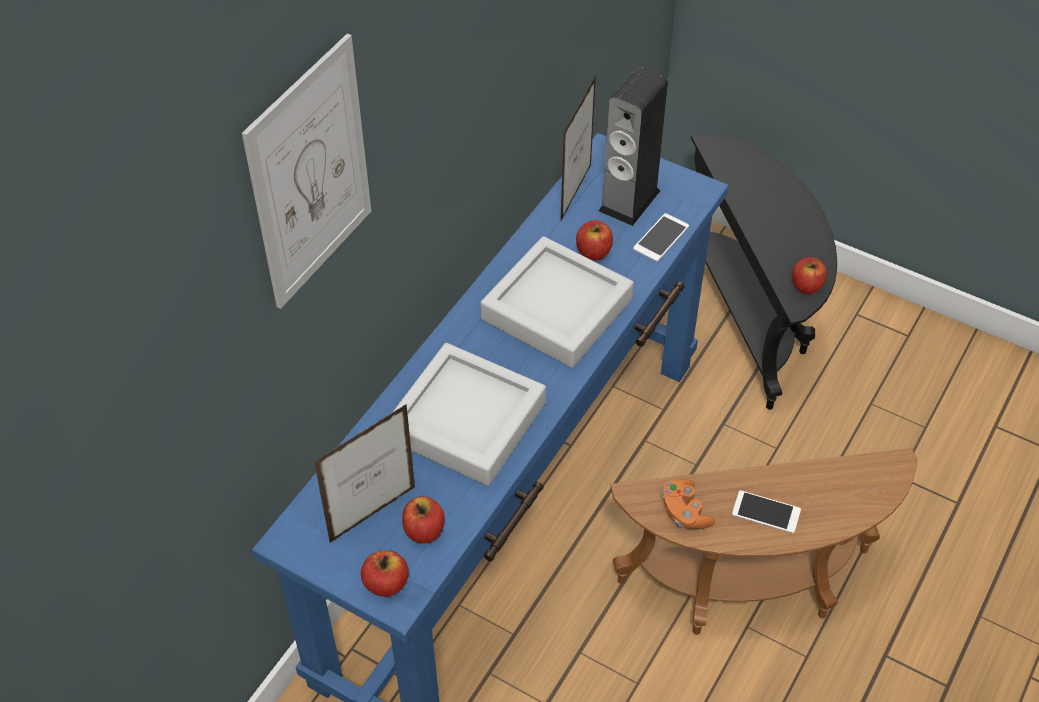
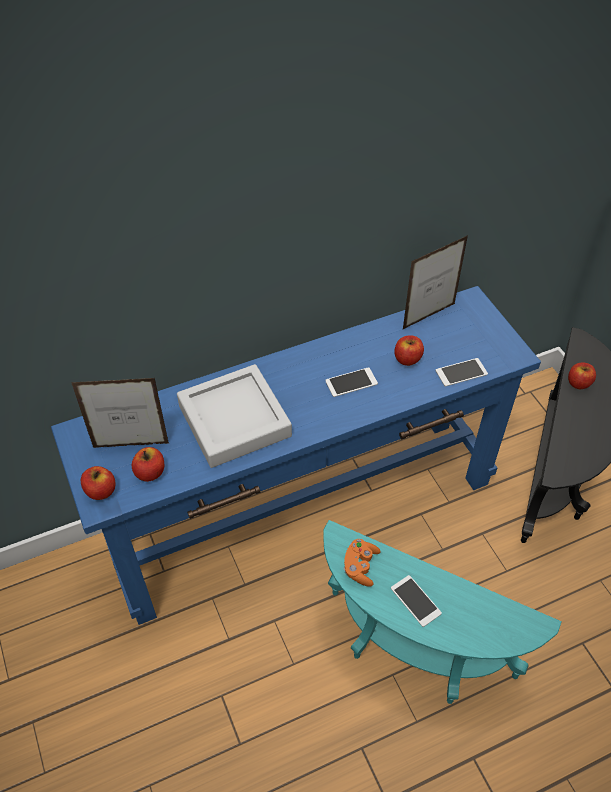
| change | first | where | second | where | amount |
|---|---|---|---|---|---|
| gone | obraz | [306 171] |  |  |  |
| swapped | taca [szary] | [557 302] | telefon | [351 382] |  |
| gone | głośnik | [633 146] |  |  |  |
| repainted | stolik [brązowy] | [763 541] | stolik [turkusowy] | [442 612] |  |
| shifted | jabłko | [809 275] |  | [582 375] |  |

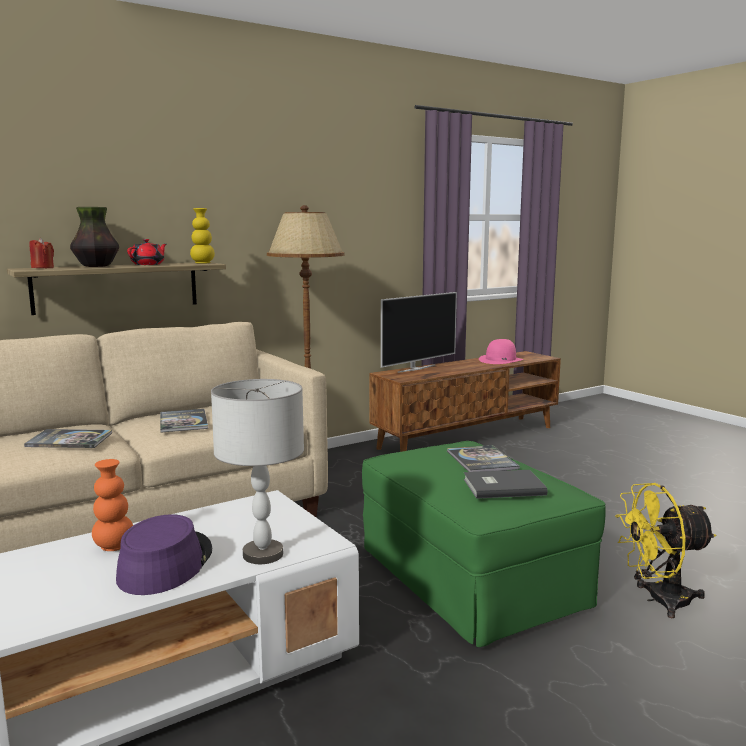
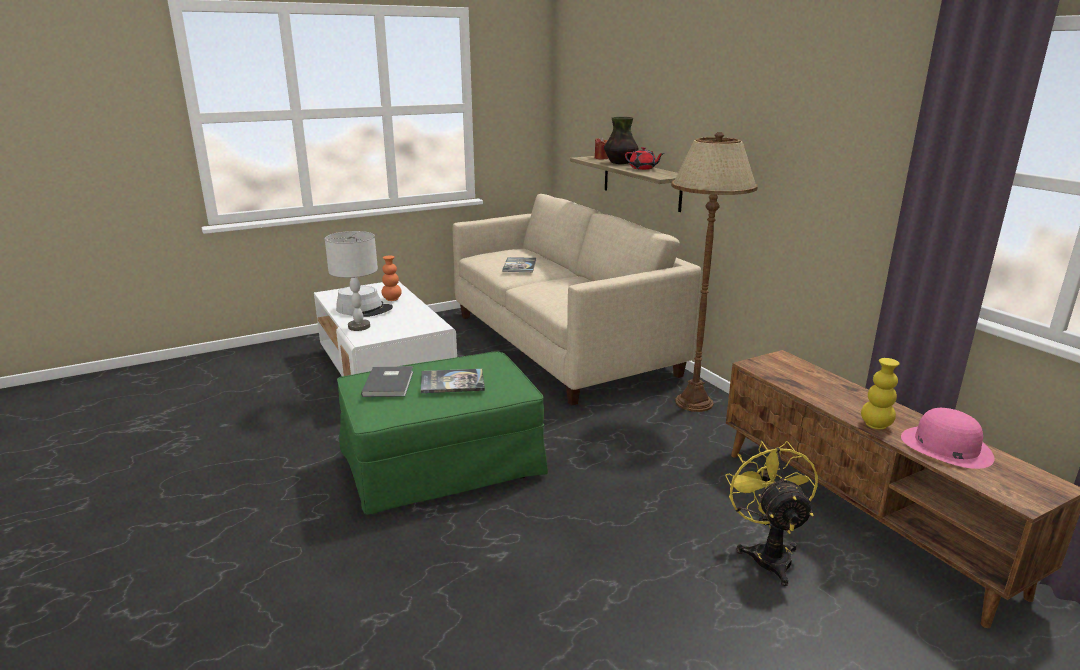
| change | first | where | second | where | amount |
|---|---|---|---|---|---|
| repainted | kapelusz [fioletowy] | [164 554] | kapelusz [szary] | [364 301] |  |
| gone | książka | [184 421] |  |  |  |
| shifted | wazon [żółty] | [202 236] |  | [880 394] |  |
| gone | telewizor | [419 332] |  |  |  |
| shifted | wentylator [żółty] | [666 550] |  | [771 513] |  |

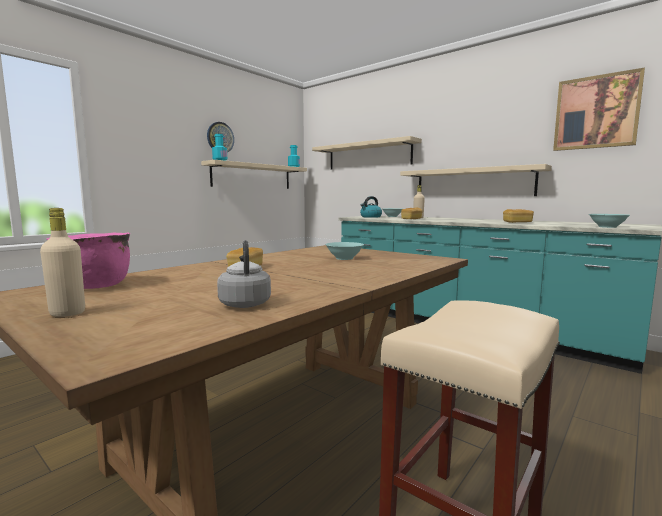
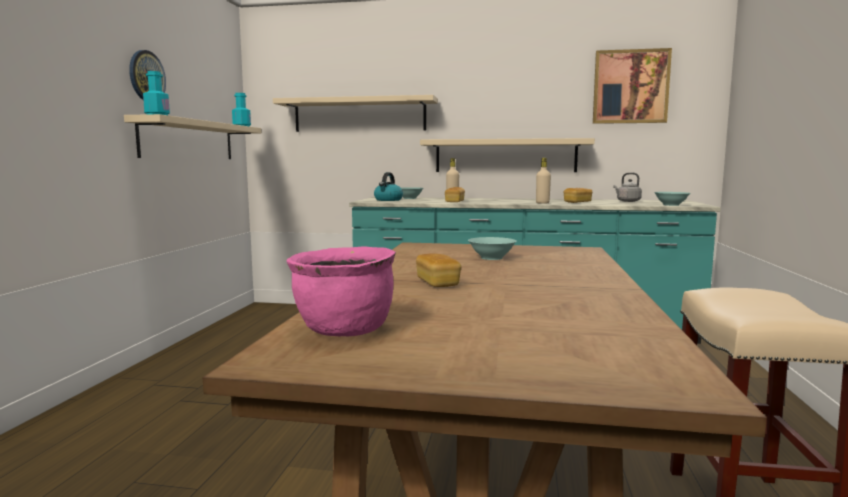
| change | first | where | second | where | amount |
|---|---|---|---|---|---|
| shifted | butelka [beżowy] | [62 262] |  | [543 181] |  |
| shifted | czajnik [szary] | [244 274] |  | [627 187] |  |

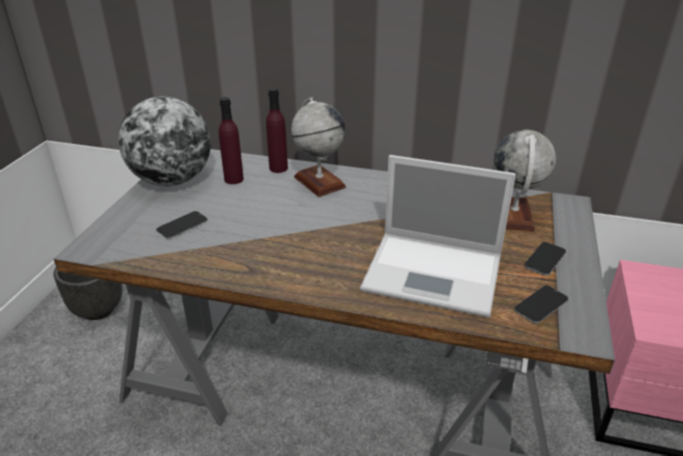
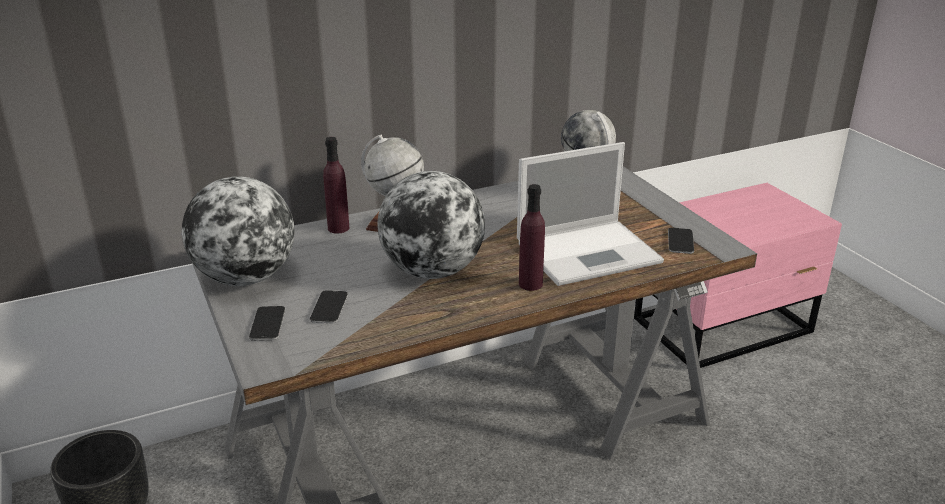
| change | first | where | second | where | amount |
|---|---|---|---|---|---|
| shifted | butelka [fioletowy] | [231 140] |  | [532 237] |  |
| shifted | telefon | [545 259] |  | [267 323] |  |
| new |  |  | globus | [431 225] |  |

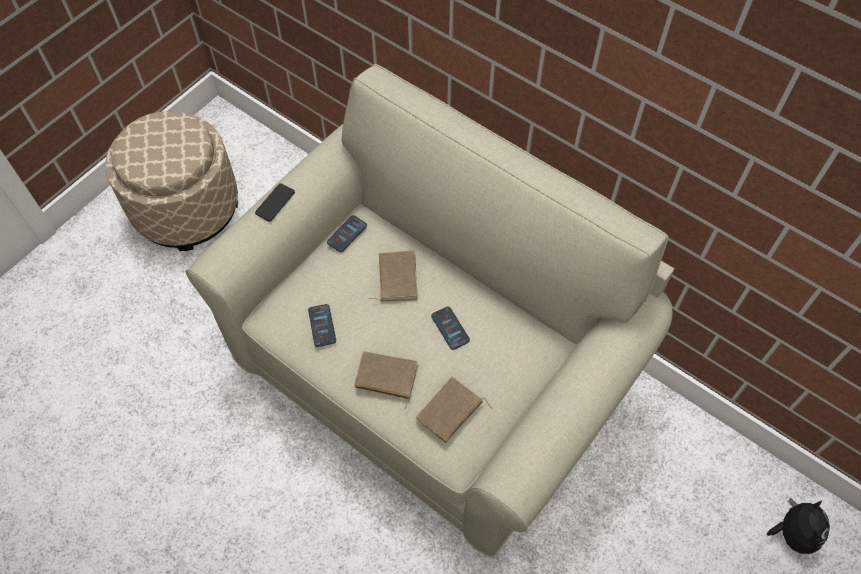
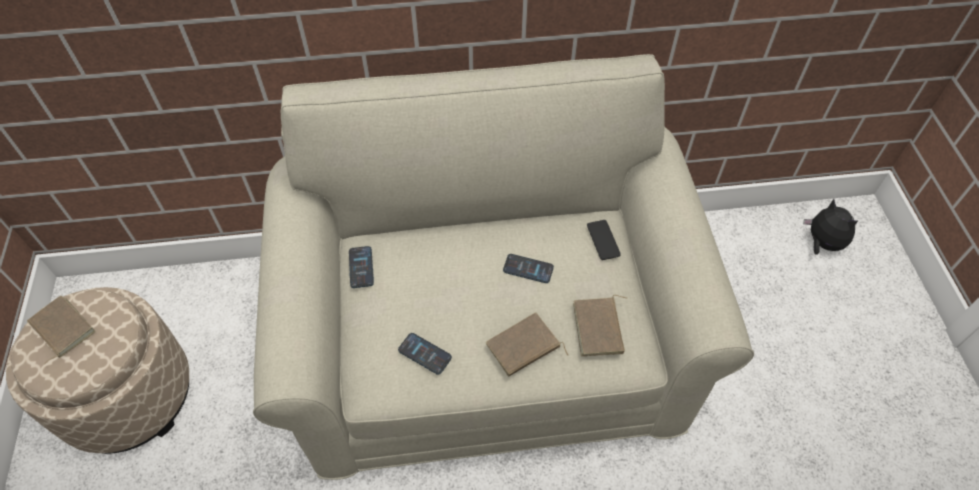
| change | first | where | second | where | amount |
|---|---|---|---|---|---|
| shifted | telefon | [275 202] |  | [604 240] |  |
| shifted | książka [brązowy] | [393 276] |  | [61 330] |  |

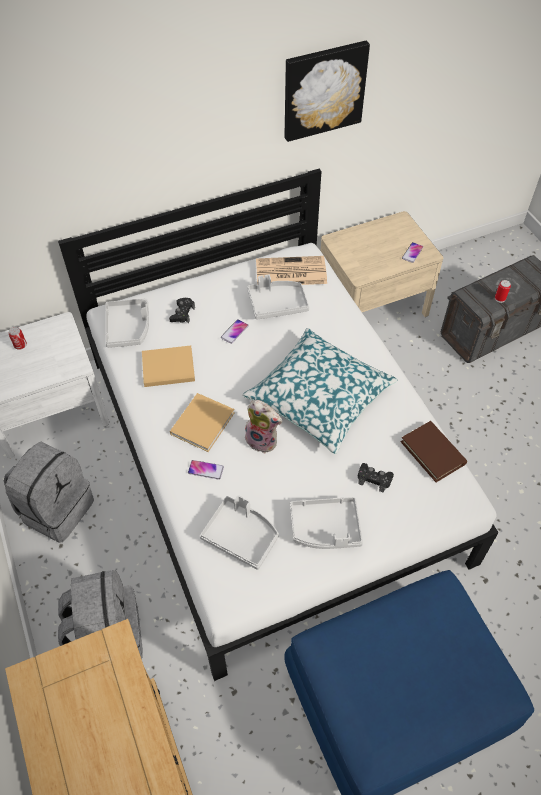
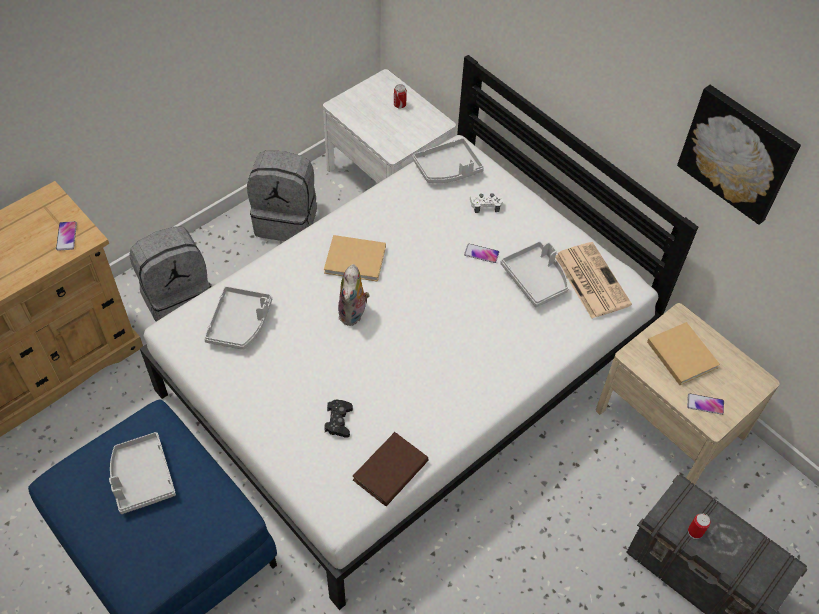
| change | first | where | second | where | amount |
|---|---|---|---|---|---|
| shifted | książka [beżowy] | [168 366] |  | [683 353] |  |
| repainted | pad do gier [czarny] | [182 310] | pad do gier [biały] | [486 203] |  |
| shifted | telefon | [206 470] |  | [66 236] |  |
| gone | poduszka | [319 391] |  |  |  |
| shifted | taca [szary] | [326 523] |  | [142 473] |  |

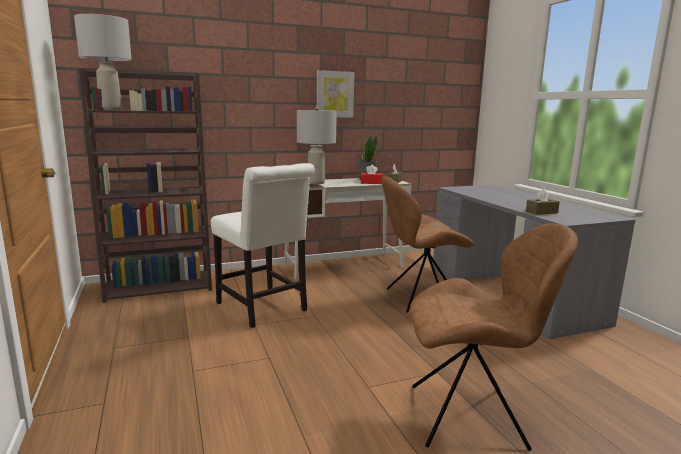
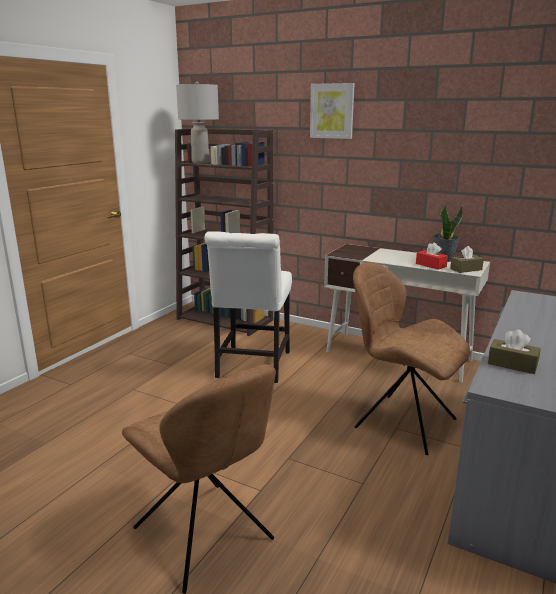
| change | first | where | second | where | amount |
|---|---|---|---|---|---|
| gone | lampa stołowa [szary] | [317 145] |  |  |  |
| shifted | obraz | [336 94] |  | [332 111] |  |

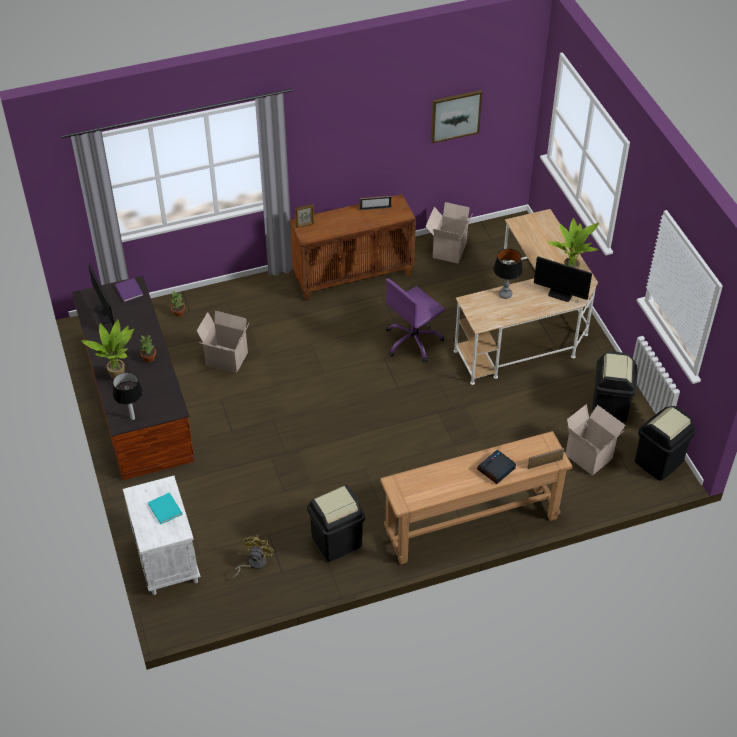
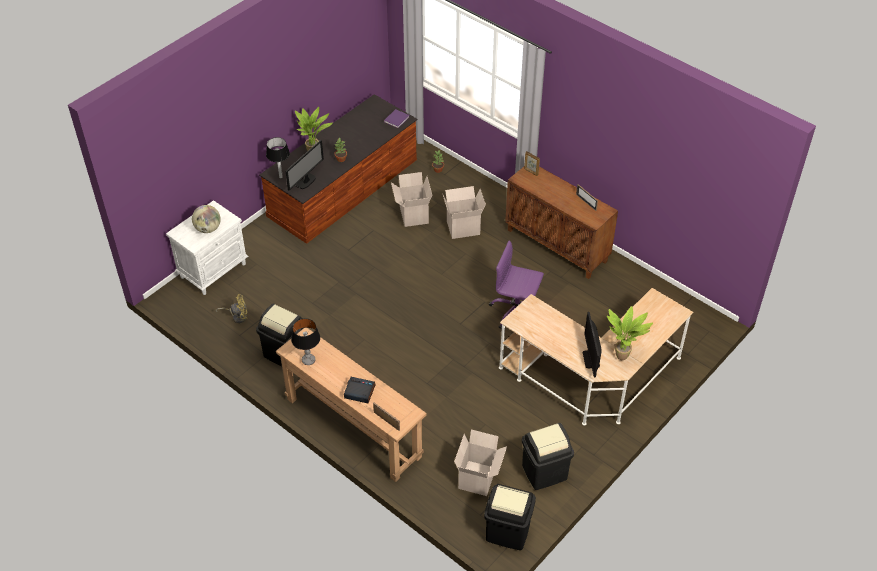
| change | first | where | second | where | amount |
|---|---|---|---|---|---|
| shifted | monitor | [101 294] |  | [305 165] |  |
| swapped | książka [turkusowy] | [165 508] | globus | [206 219] |  |
| shifted | karton | [449 232] |  | [464 212] |  |
| gone | obraz | [456 117] |  |  |  |
| shifted | lampa stołowa | [508 274] |  | [305 341] |  |

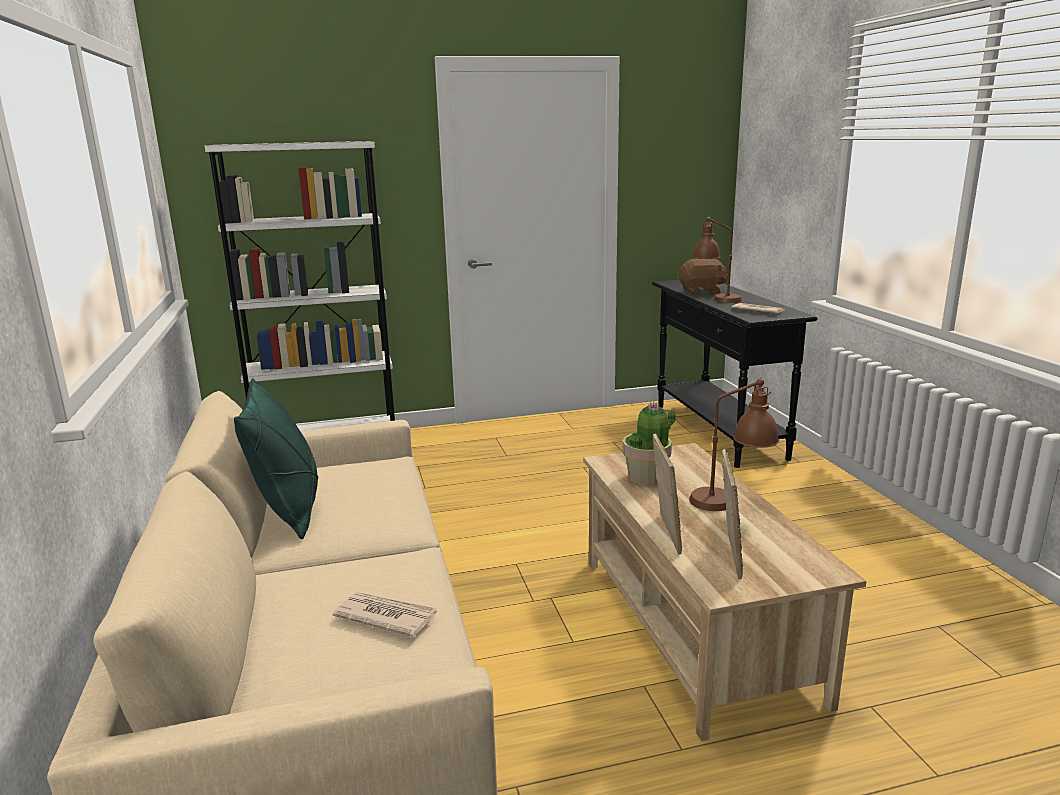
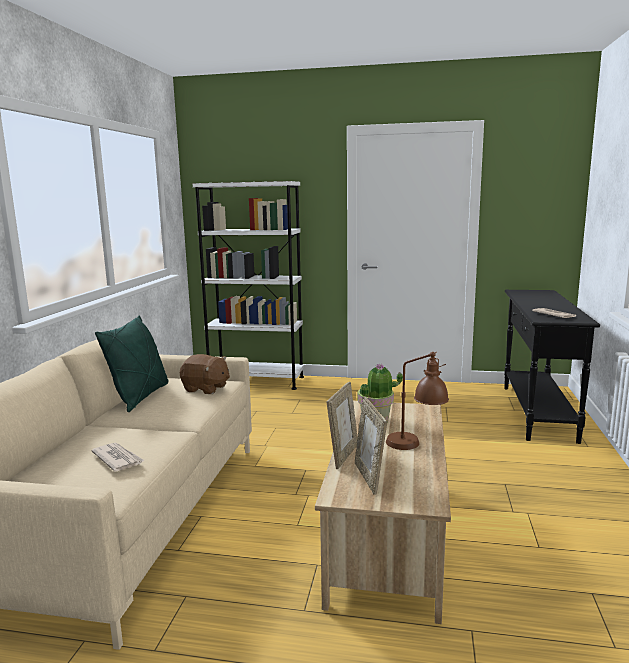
| change | first | where | second | where | amount |
|---|---|---|---|---|---|
| shifted | pluszak [brązowy] | [703 276] |  | [205 374] |  |
| gone | lampa stołowa [brązowy] | [717 260] |  |  |  |
| rotated | ramka na zdjęcie | [732 514] |  | [371 446] | 135 degrees clockwise |

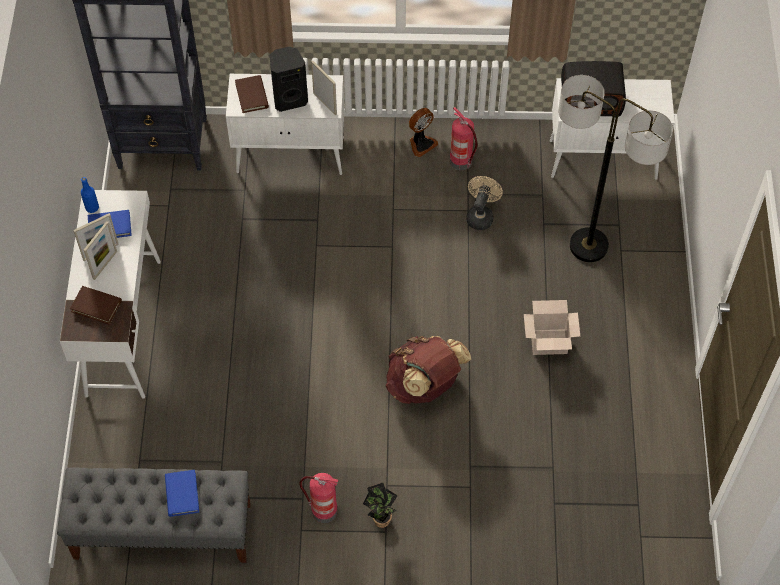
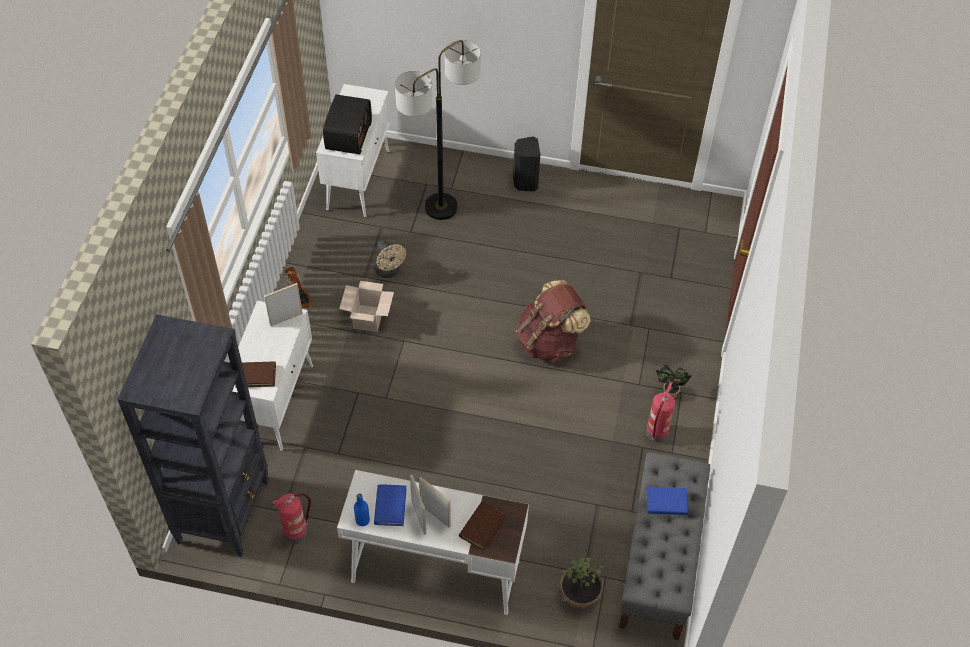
| change | first | where | second | where | amount |
|---|---|---|---|---|---|
| shifted | głośnik [czarny] | [288 79] |  | [526 163] |  |
| shifted | gaśnica | [463 138] |  | [291 518] |  |
| rotated | wentylator [beżowy] | [484 203] |  | [390 259] | 150 degrees counterclockwise |
| shifted | karton | [552 327] |  | [366 306] |  |
| new |  |  | roślina doniczkowa | [582 583] |  |

